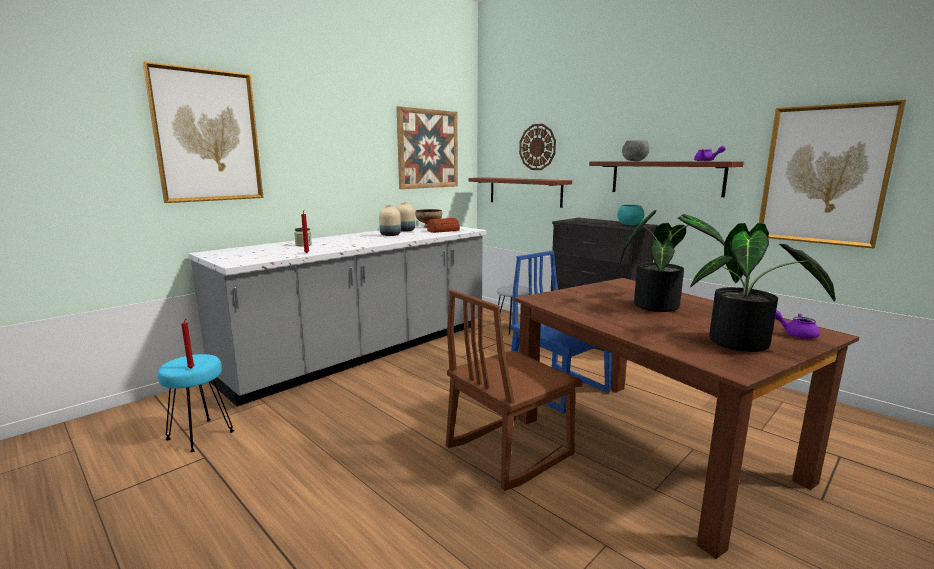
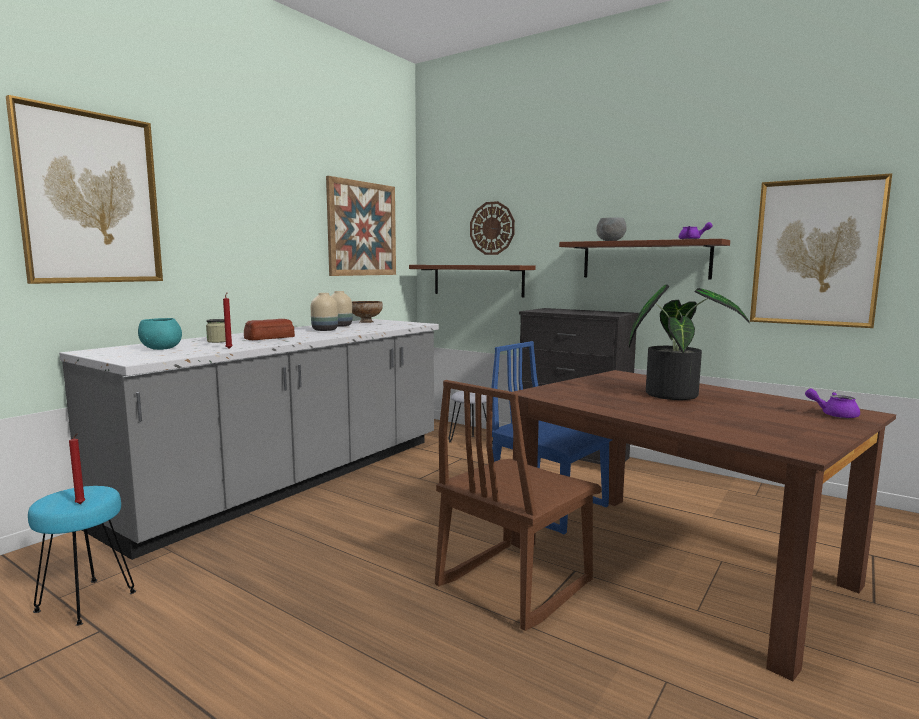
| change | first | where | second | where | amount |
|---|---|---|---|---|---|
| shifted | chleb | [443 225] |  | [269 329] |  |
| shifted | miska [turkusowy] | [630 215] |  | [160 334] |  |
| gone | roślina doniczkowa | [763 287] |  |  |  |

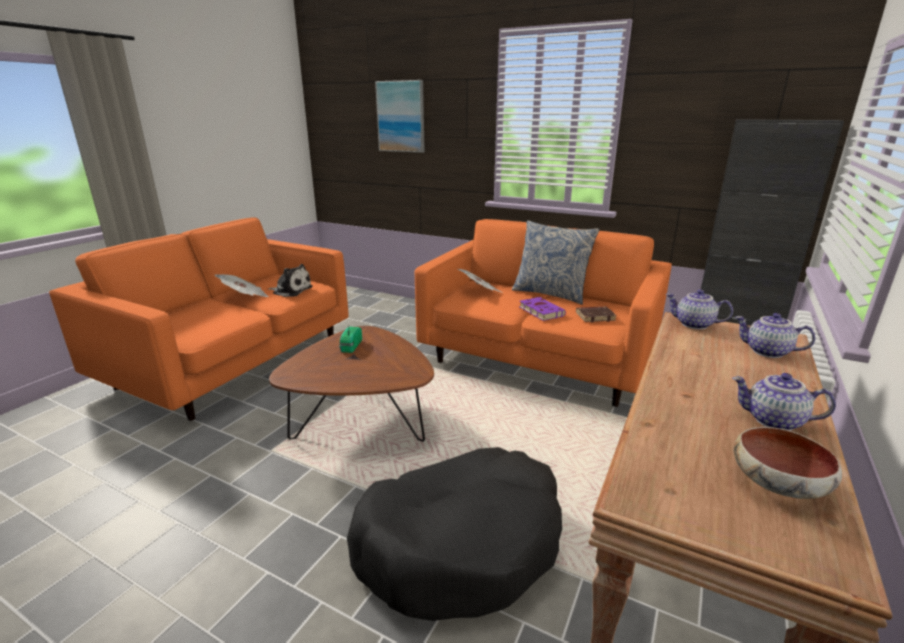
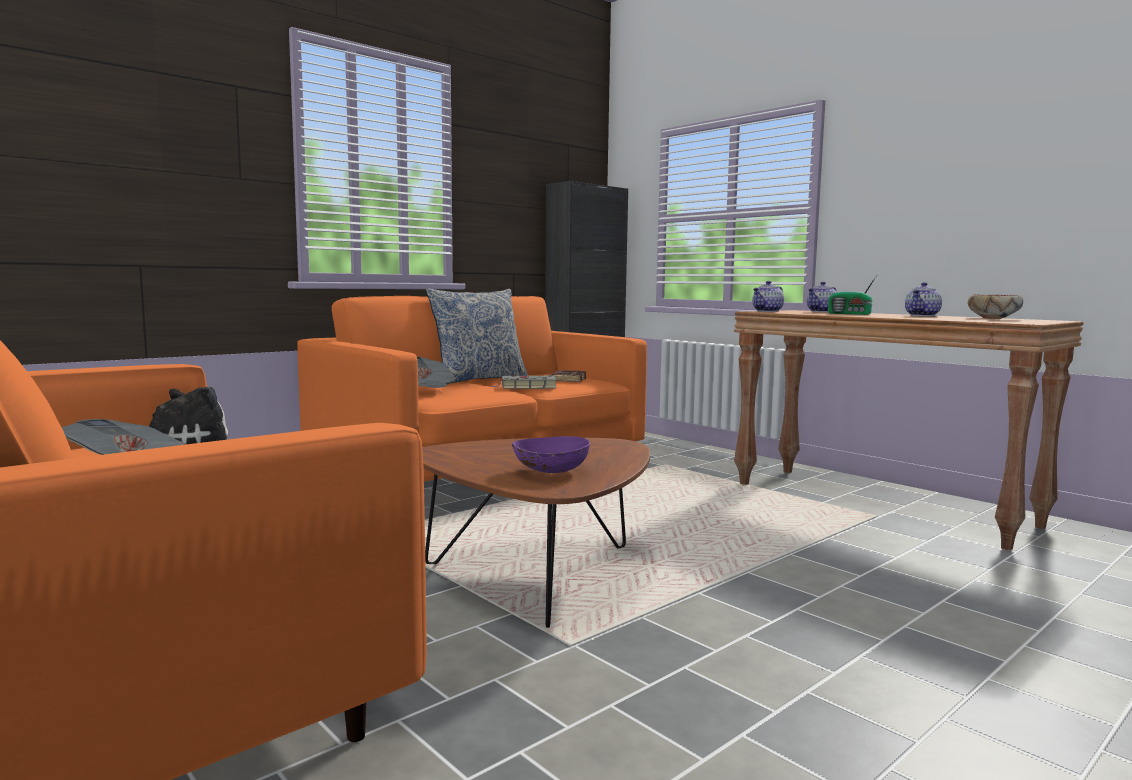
| change | first | where | second | where | amount |
|---|---|---|---|---|---|
| shifted | radio | [350 340] |  | [852 295] |  |
| gone | legowisko [czarny] | [454 534] |  |  |  |
| gone | obraz | [400 116] |  |  |  |
| repainted | książka [fioletowy] | [543 309] | książka [szary] | [525 382] |  |
| new |  |  | miska [fioletowy] | [551 454] |  |

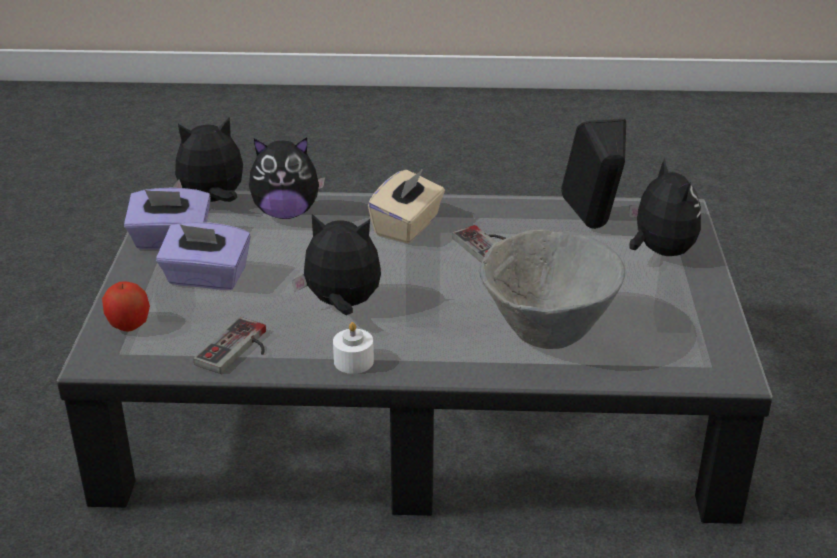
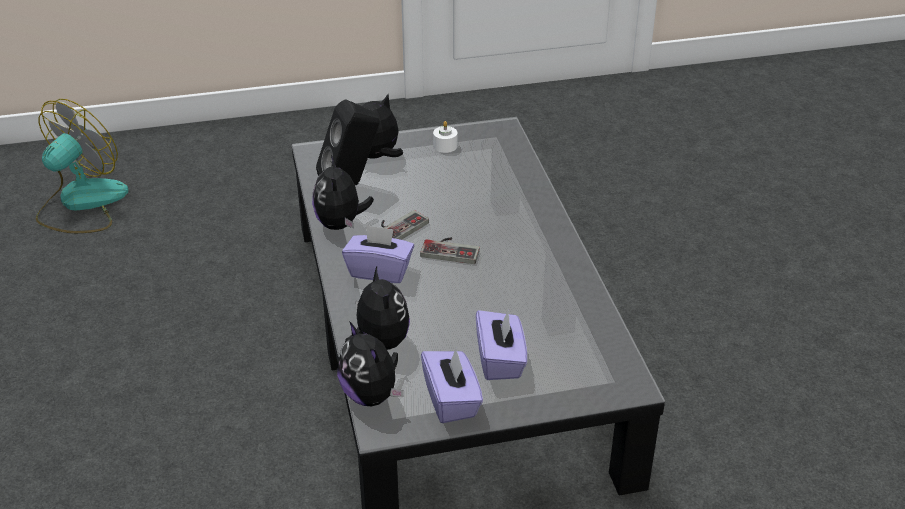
| change | first | where | second | where | amount |
|---|---|---|---|---|---|
| gone | jabłko | [126 306] |  |  |  |
| shifted | pad do gier | [230 345] |  | [450 250] |  |
| shifted | pluszak | [336 264] |  | [343 192] |  |
| shifted | świeca [biały] | [353 348] |  | [445 137] |  |
| repainted | pudełko chusteczek [beżowy] | [406 205] | pudełko chusteczek [fioletowy] | [378 254] |  |
| gone | miska [szary] | [552 289] |  |  |  |
| new |  |  | wentylator | [82 166] |  |

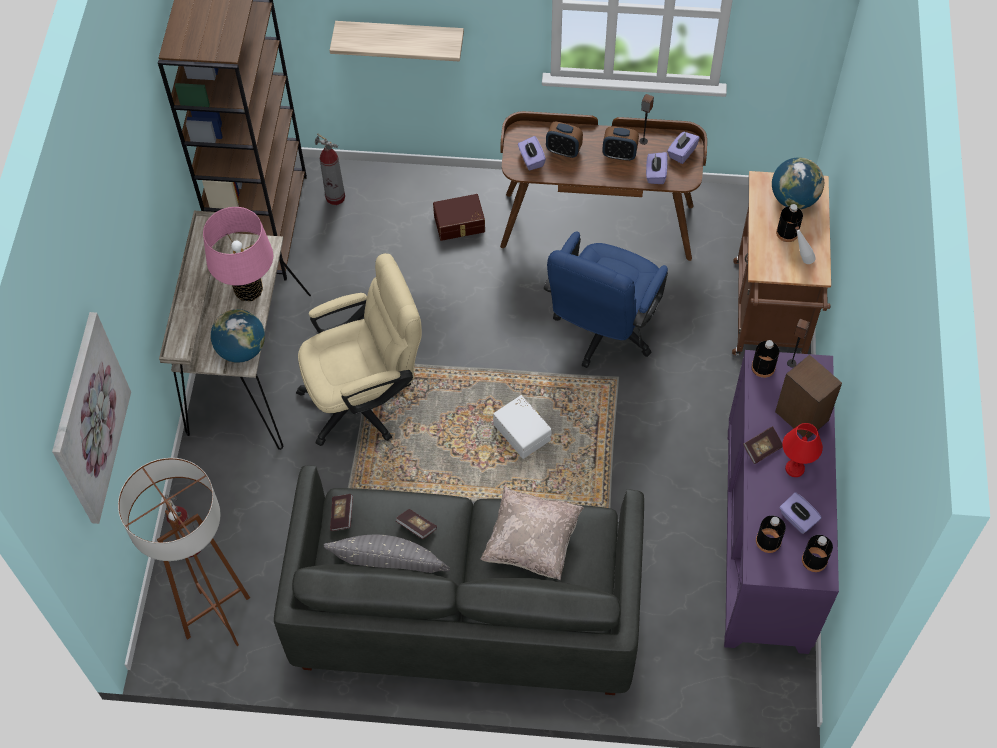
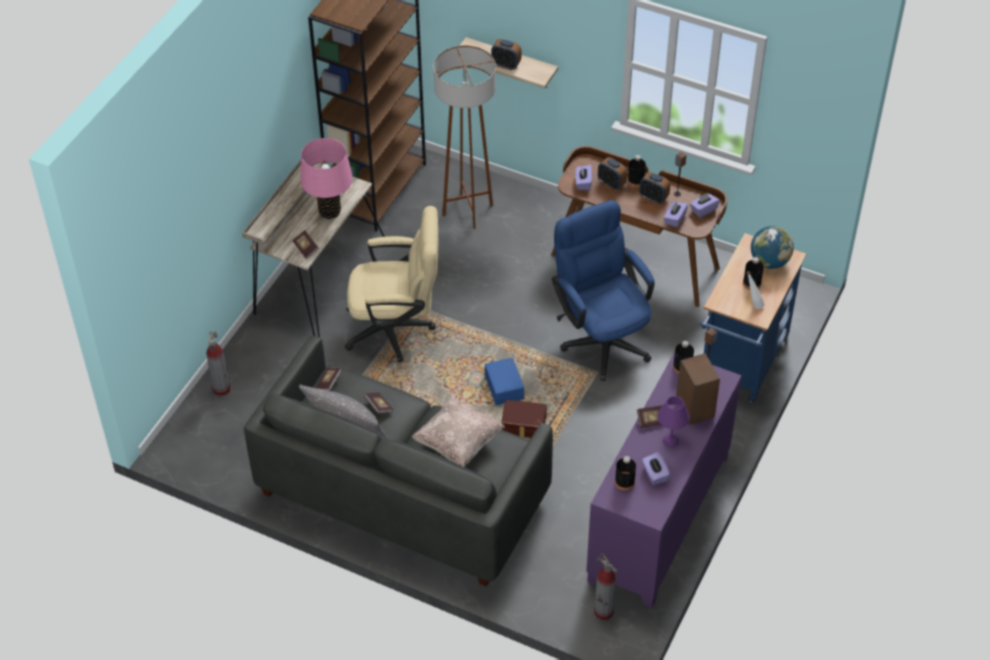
| change | first | where | second | where | amount |
|---|---|---|---|---|---|
| gone | obraz | [91 418] |  |  |  |
| shifted | lampa stojąca [brązowy] | [184 552] |  | [464 137] |  |
| swapped | globus | [238 336] | książka | [305 244] |  |
| shifted | gaśnica | [330 169] |  | [606 586] |  |
| shifted | pojemnik do przechowywania [brązowy] | [459 217] |  | [524 419] |  |
| repainted | pojemnik do przechowywania [biały] | [522 427] | pojemnik do przechowywania [niebieski] | [504 381] |  |
| rotated | krzesło biurowe [niebieski] | [606 299] |  | [603 290] | 105 degrees clockwise |
| repainted | wózek [brązowy] | [781 263] | wózek [niebieski] | [753 318] |  |
| repainted | lampa stołowa [czerwony] | [802 450] | lampa stołowa [fioletowy] | [674 421] |  |
| shifted | butelka [czarny] | [817 553] |  | [636 171] |  |
| new |  |  | budzik | [506 54] |  |

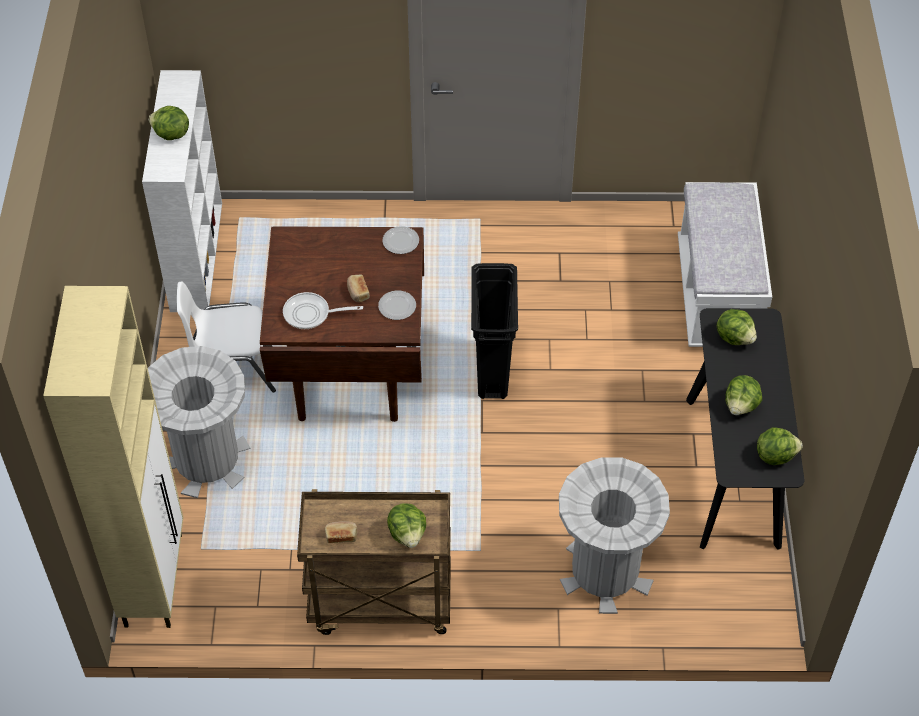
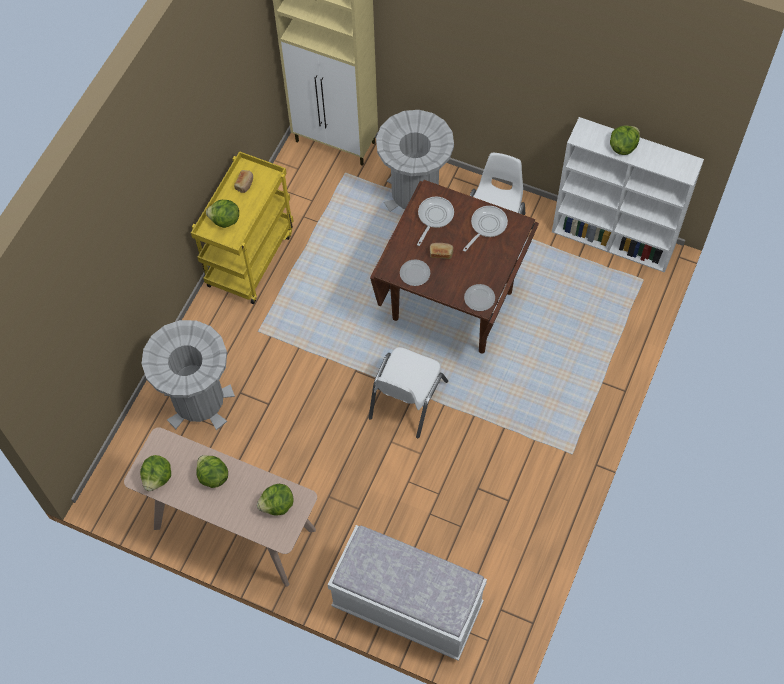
| change | first | where | second | where | amount |
|---|---|---|---|---|---|
| repainted | wózek [brązowy] | [374 562] | wózek [żółty] | [242 227] |  |
| swapped | kosz na śmieci [czarny] | [494 331] | krzesło [biały] | [408 392] |  |
| repainted | stolik konsolowy [czarny] | [745 429] | stolik konsolowy [beżowy] | [220 507] |  |
| new |  |  | patelnia | [485 229] |  |

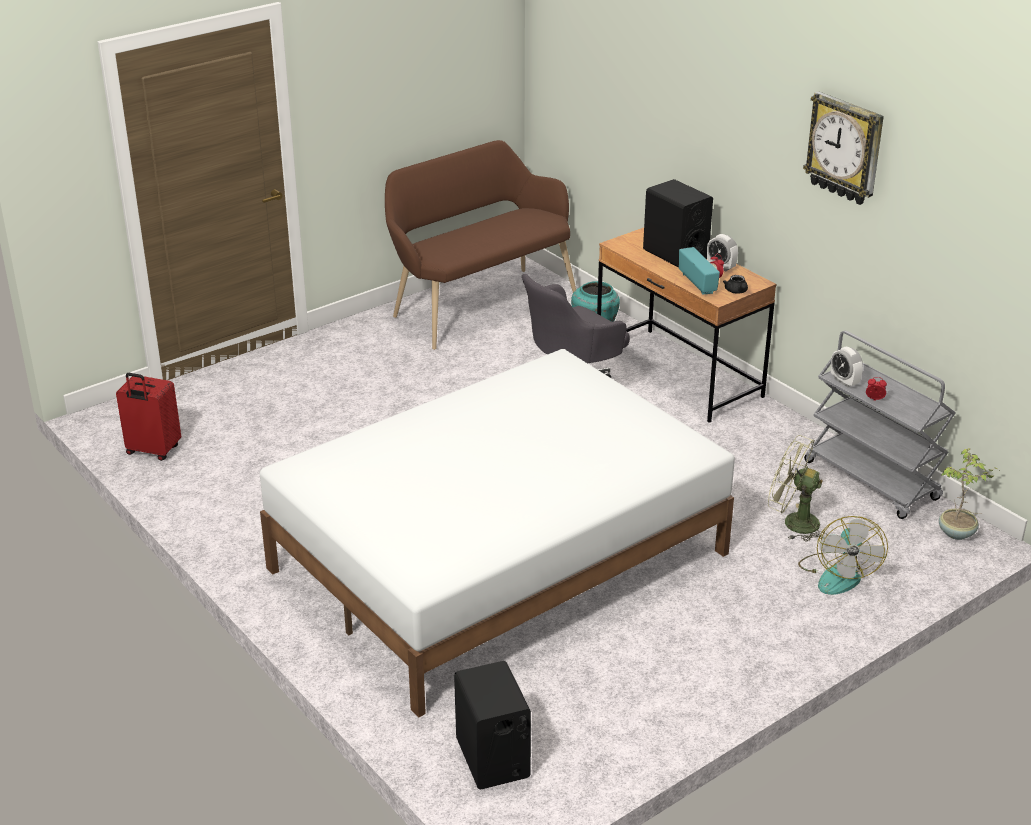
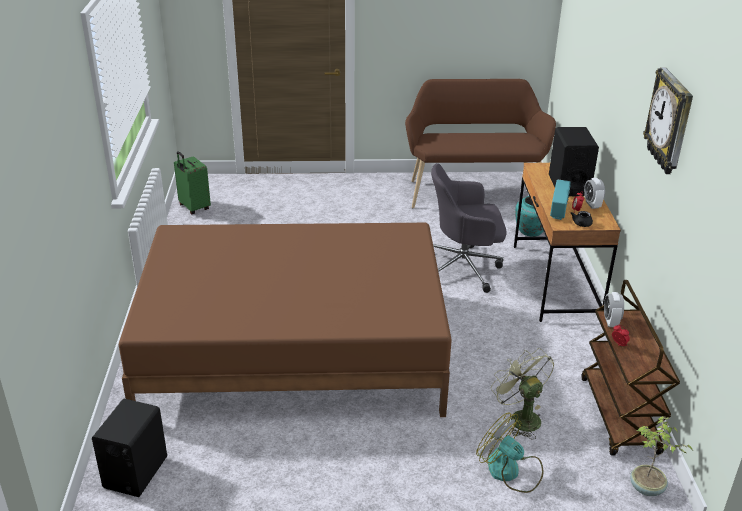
| change | first | where | second | where | amount |
|---|---|---|---|---|---|
| repainted | walizka [czerwony] | [148 417] | walizka [zielony] | [192 182] |  |
| repainted | łóżko [biały] | [497 533] | łóżko [brązowy] | [285 320] |  |
| rotated | wentylator | [843 555] |  | [509 452] | 90 degrees clockwise |
| repainted | wózek [szary] | [880 425] | wózek [brązowy] | [630 368] |  |

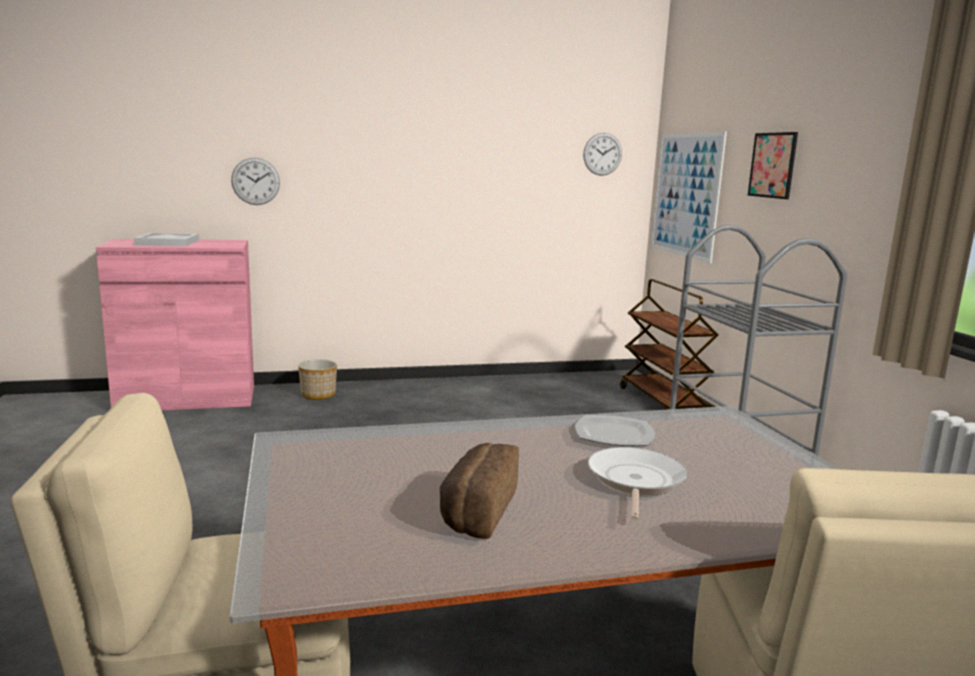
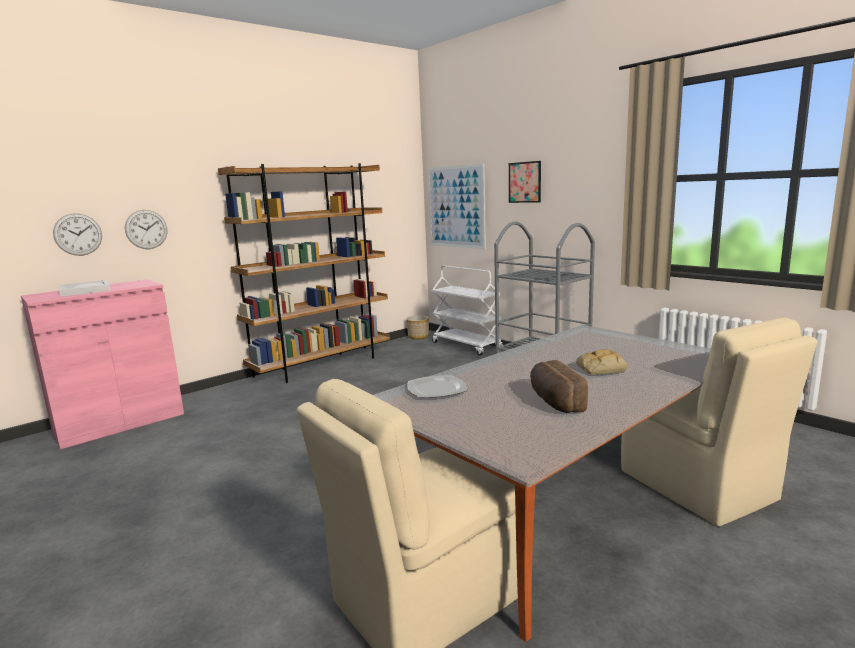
| change | first | where | second | where | amount |
|---|---|---|---|---|---|
| shifted | donica | [317 379] |  | [417 327] |  |
| shifted | talerz | [615 430] |  | [437 386] |  |
| shifted | zegar ścienny | [602 154] |  | [77 234] |  |
| swapped | patelnia | [637 483] | chleb | [601 362] |  |
| repainted | wózek [brązowy] | [669 344] | wózek [biały] | [467 310] |  |
| new |  |  | regał [brązowy] | [304 273] |  |

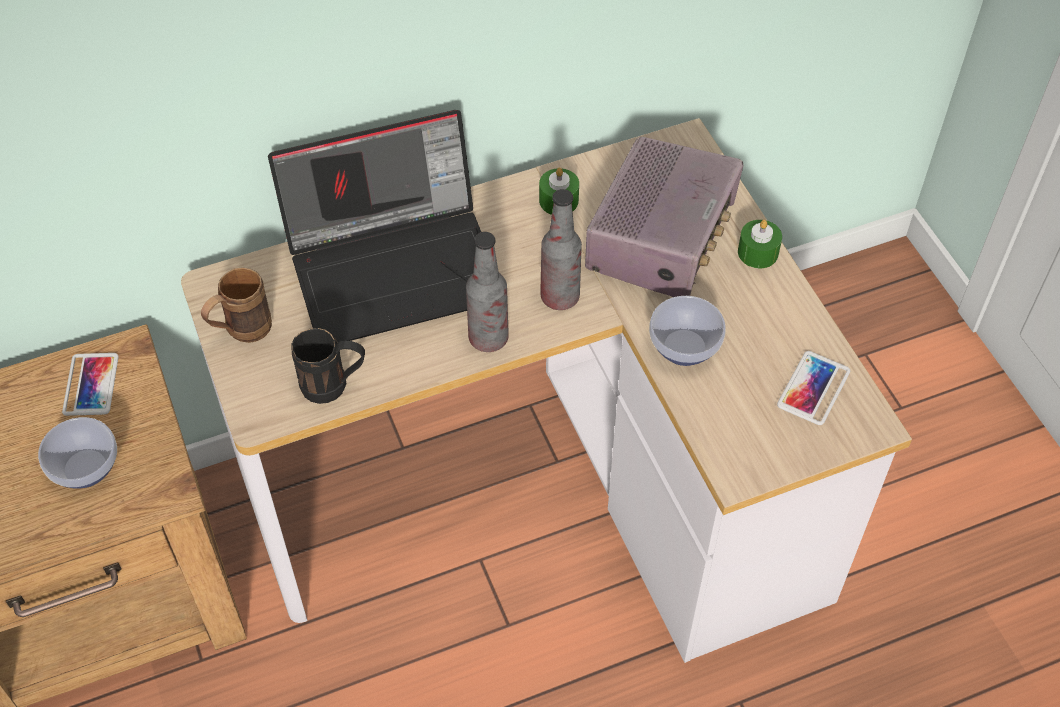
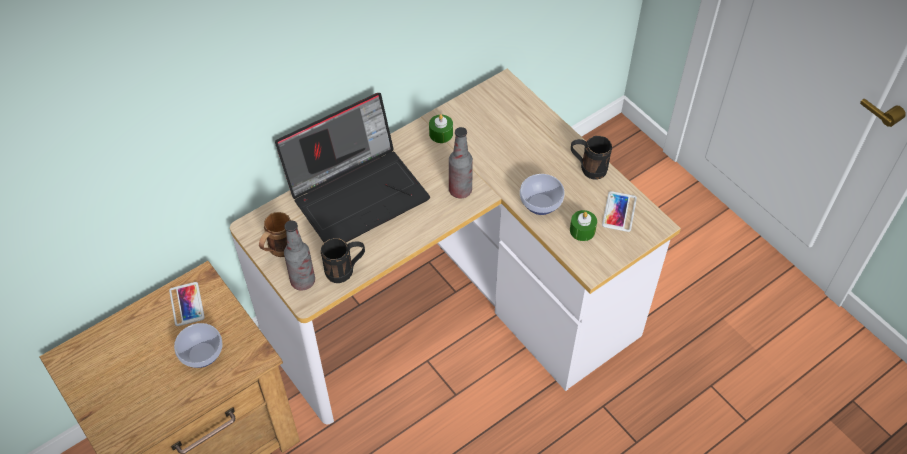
| change | first | where | second | where | amount |
|---|---|---|---|---|---|
| shifted | butelka | [487 292] |  | [299 255] |  |
| gone | radio | [664 217] |  |  |  |
| shifted | świeca [zielony] | [760 244] |  | [583 225] |  |
| new |  |  | kubek [czarny] | [591 158] |  |

